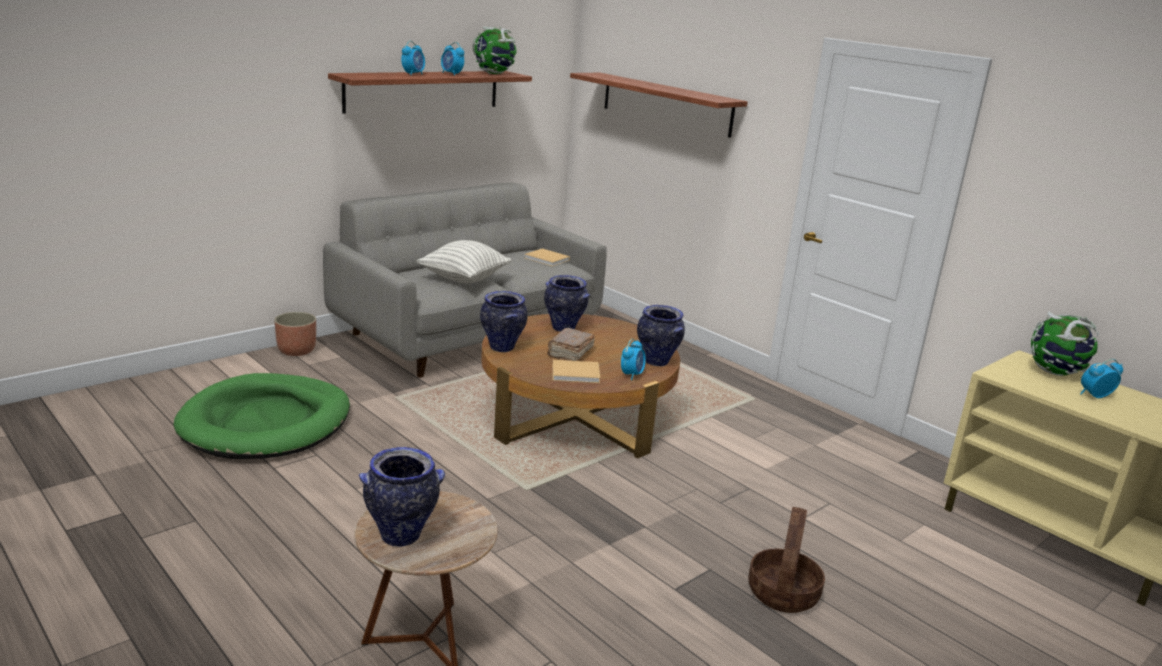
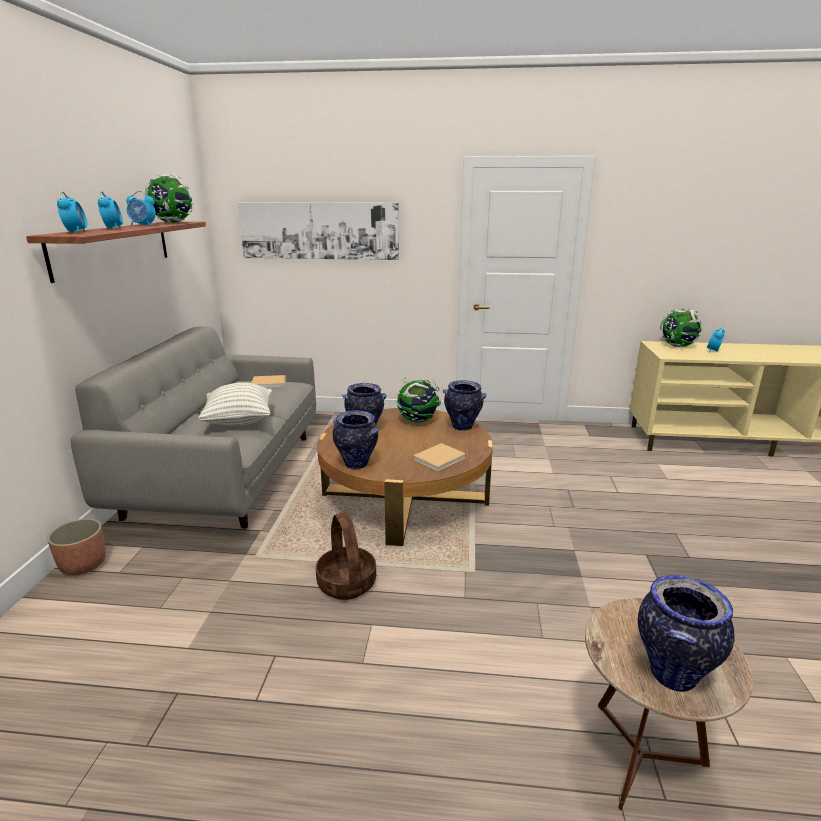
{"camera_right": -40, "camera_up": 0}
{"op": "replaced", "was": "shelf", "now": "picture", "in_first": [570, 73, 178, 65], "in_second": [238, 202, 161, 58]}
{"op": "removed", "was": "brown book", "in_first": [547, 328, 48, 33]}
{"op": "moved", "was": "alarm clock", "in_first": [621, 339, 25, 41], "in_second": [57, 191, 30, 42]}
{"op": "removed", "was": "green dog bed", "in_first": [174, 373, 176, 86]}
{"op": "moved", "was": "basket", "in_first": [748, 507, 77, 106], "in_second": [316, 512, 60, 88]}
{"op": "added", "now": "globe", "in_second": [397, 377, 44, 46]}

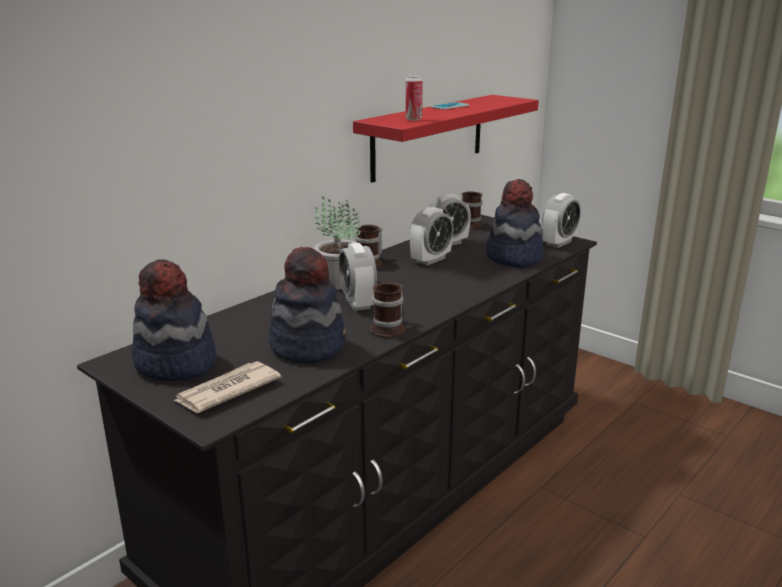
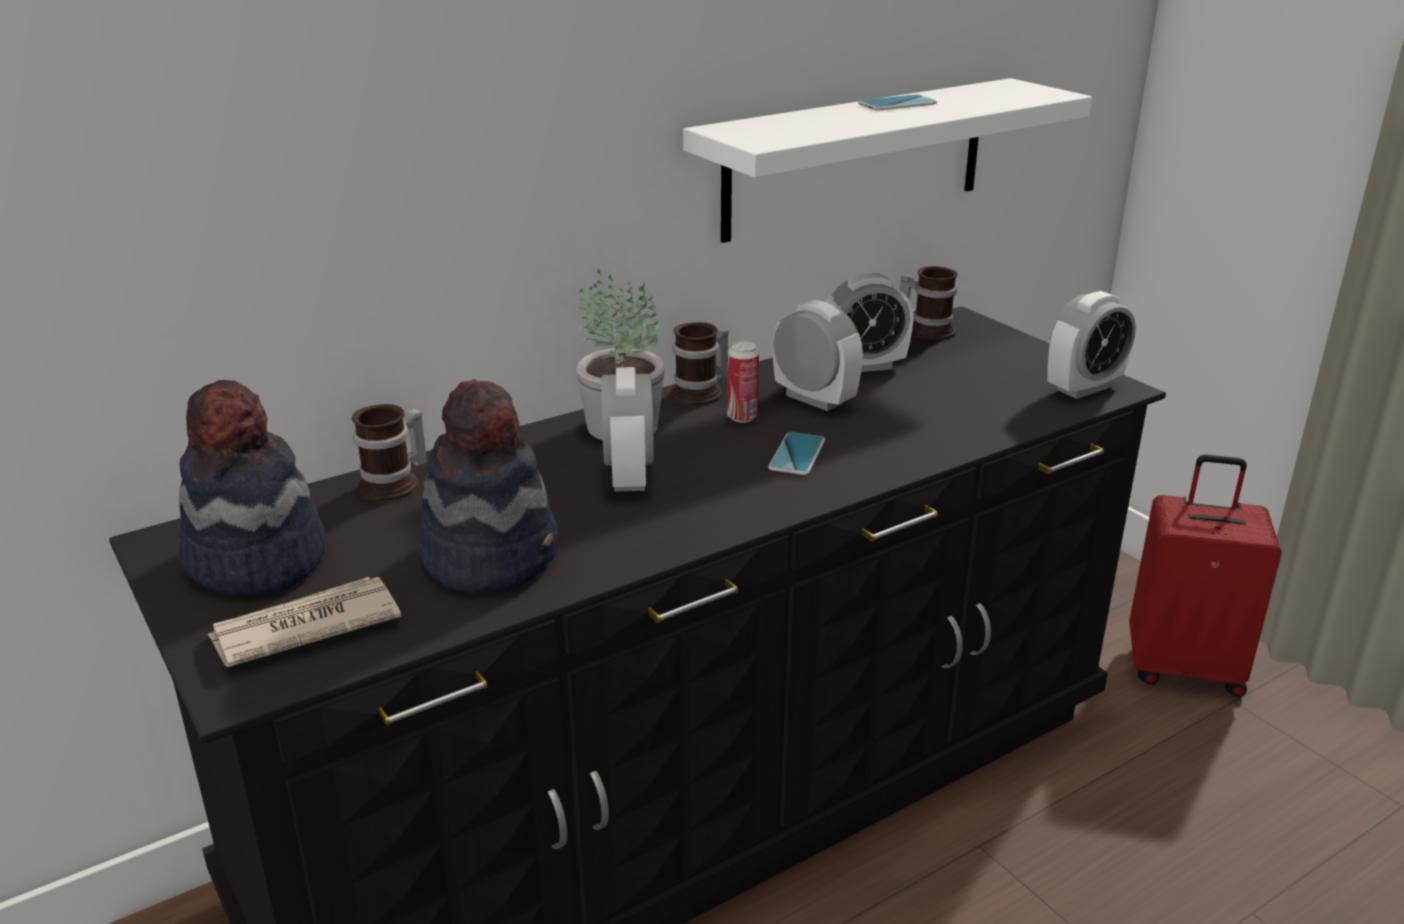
{"camera_right": 15, "camera_up": 5}
{"op": "moved", "was": "can", "in_first": [405, 75, 18, 46], "in_second": [727, 341, 32, 82]}
{"op": "recoloured", "was": "red shelf", "now": "white shelf", "in_first": [353, 95, 186, 88], "in_second": [683, 78, 409, 165]}
{"op": "removed", "was": "hat", "in_first": [486, 179, 58, 89]}
{"op": "turned", "was": "alarm clock", "in_first": [410, 207, 43, 59], "in_second": [773, 300, 90, 111], "clockwise": -105}
{"op": "moved", "was": "mug", "in_first": [370, 282, 35, 56], "in_second": [352, 404, 75, 97]}
{"op": "added", "now": "phone", "in_second": [768, 432, 57, 43]}
{"op": "added", "now": "red suitcase", "in_second": [1129, 454, 153, 243]}

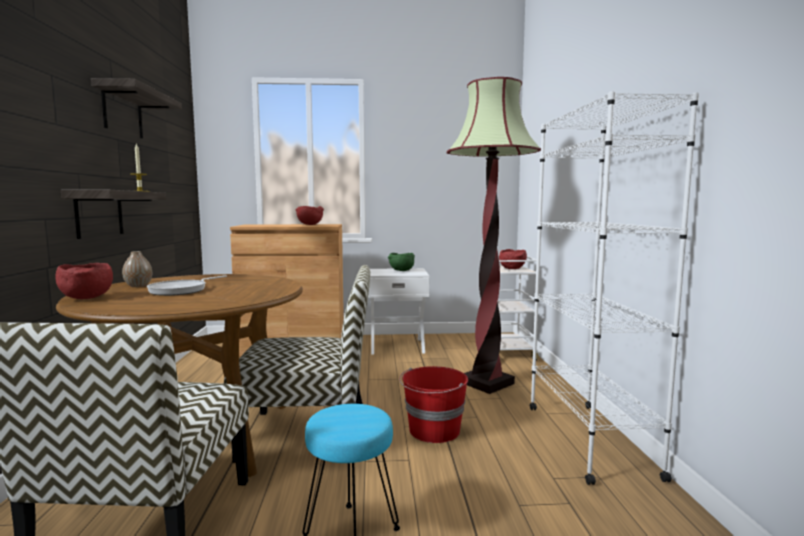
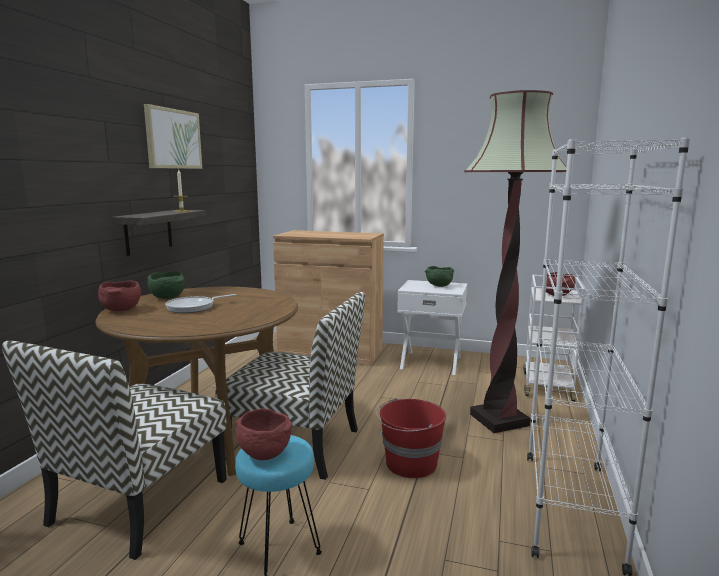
{"camera_right": 20, "camera_up": 5}
{"op": "replaced", "was": "shelf", "now": "picture", "in_first": [91, 78, 91, 61], "in_second": [144, 104, 58, 65]}
{"op": "moved", "was": "red bowl", "in_first": [296, 206, 28, 19], "in_second": [236, 408, 56, 52]}
{"op": "replaced", "was": "vase", "now": "green bowl", "in_first": [122, 251, 30, 36], "in_second": [147, 271, 38, 28]}

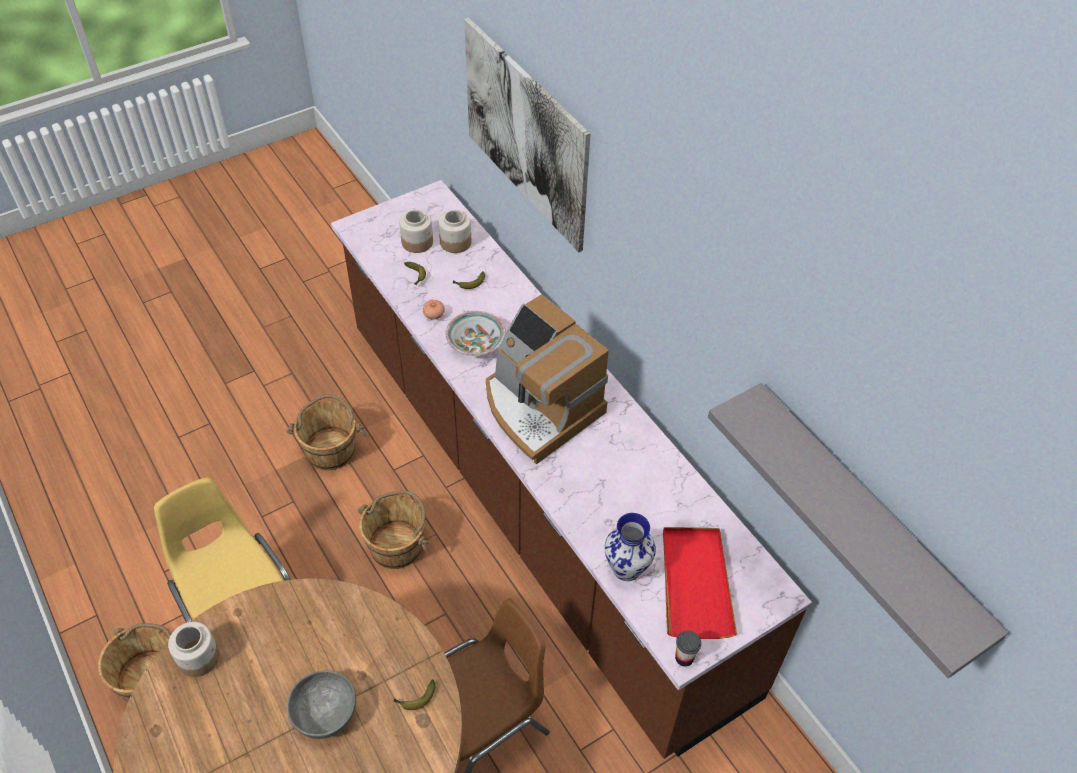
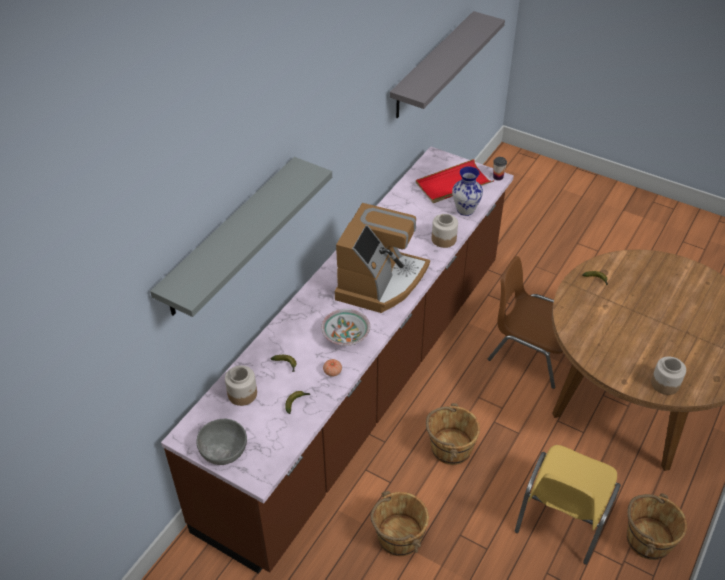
{"camera_right": -115, "camera_up": -5}
{"op": "replaced", "was": "picture", "now": "grey shelf", "in_first": [464, 18, 127, 235], "in_second": [150, 157, 182, 160]}
{"op": "moved", "was": "jar", "in_first": [399, 210, 34, 43], "in_second": [432, 214, 26, 34]}
{"op": "moved", "was": "grey bowl", "in_first": [287, 670, 69, 69], "in_second": [197, 419, 50, 46]}

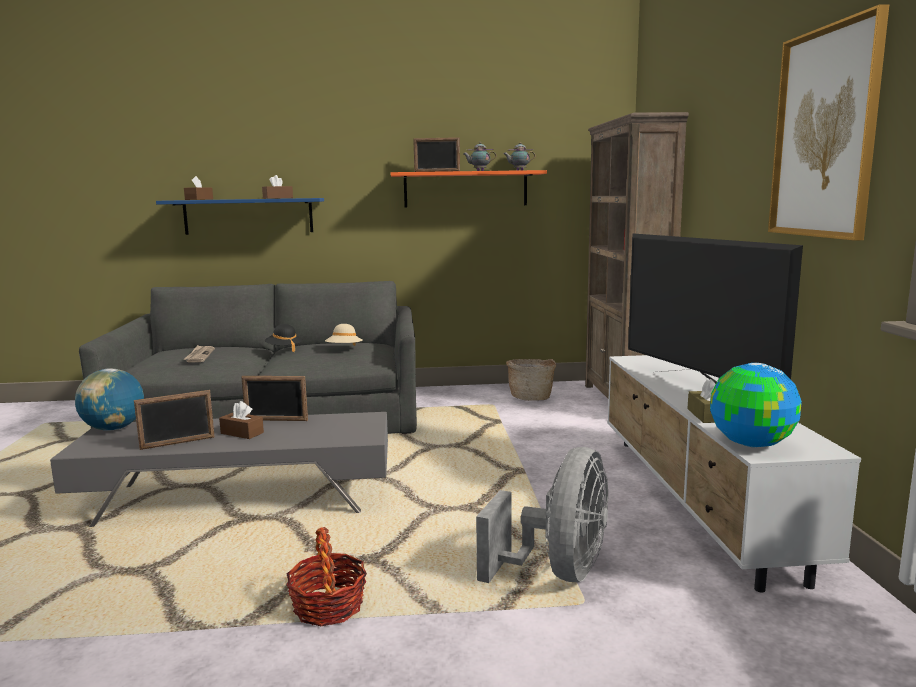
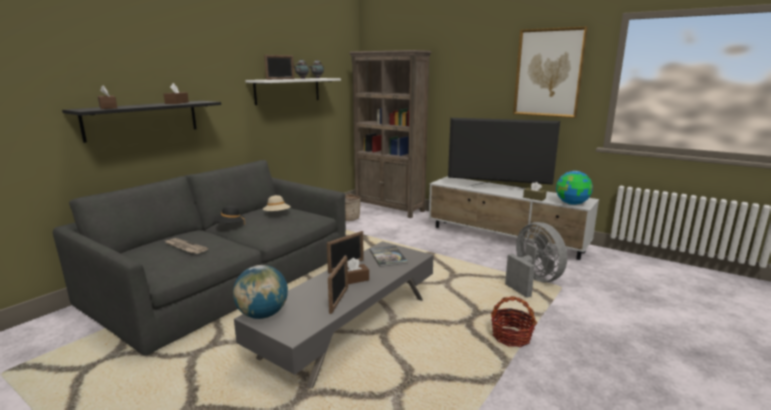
{"camera_right": -50, "camera_up": 5}
{"op": "recoloured", "was": "orange shelf", "now": "white shelf", "in_first": [391, 170, 156, 37], "in_second": [245, 78, 96, 27]}
{"op": "recoloured", "was": "blue shelf", "now": "black shelf", "in_first": [156, 198, 168, 37], "in_second": [62, 101, 159, 42]}
{"op": "added", "now": "book", "in_second": [370, 246, 38, 21]}

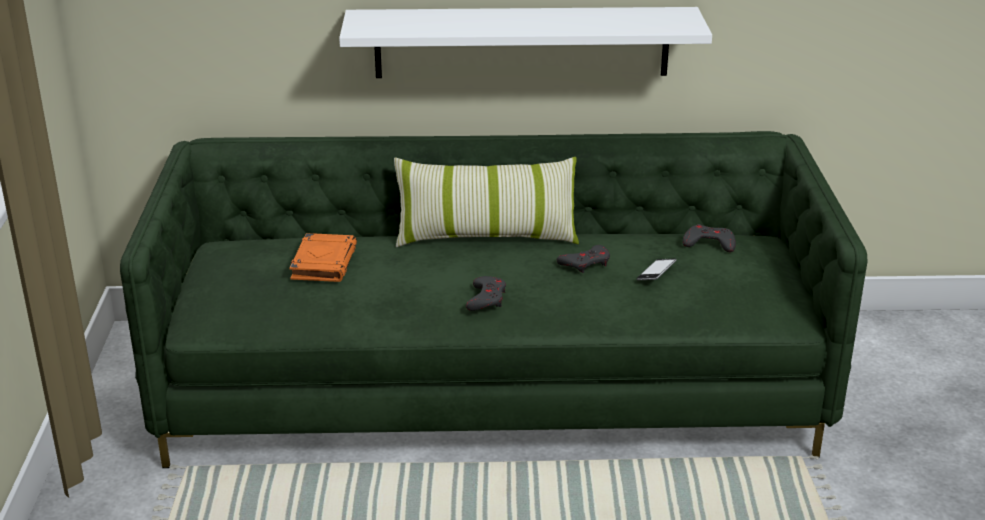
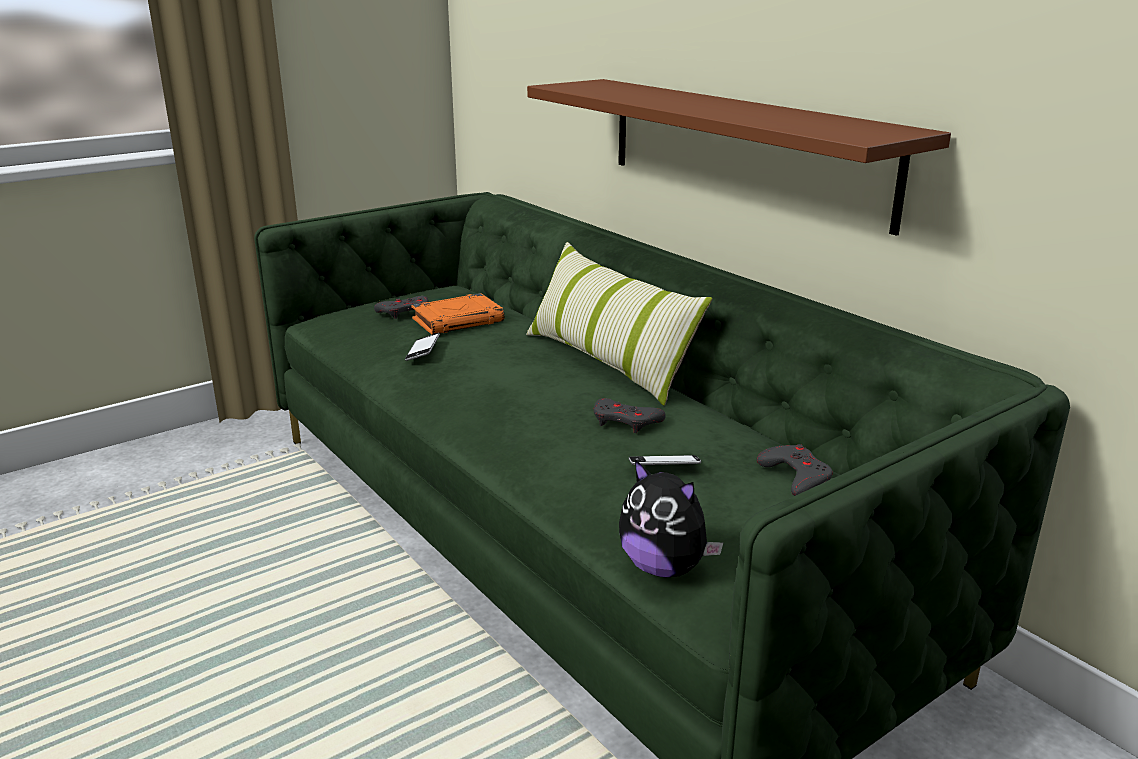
{"camera_right": 55, "camera_up": -5}
{"op": "recoloured", "was": "white shelf", "now": "brown shelf", "in_first": [339, 7, 373, 71], "in_second": [527, 79, 424, 157]}
{"op": "moved", "was": "grey game controller", "in_first": [466, 276, 40, 35], "in_second": [374, 296, 55, 23]}
{"op": "added", "now": "phone", "in_second": [405, 333, 35, 28]}
{"op": "added", "now": "plush toy", "in_second": [619, 459, 105, 118]}

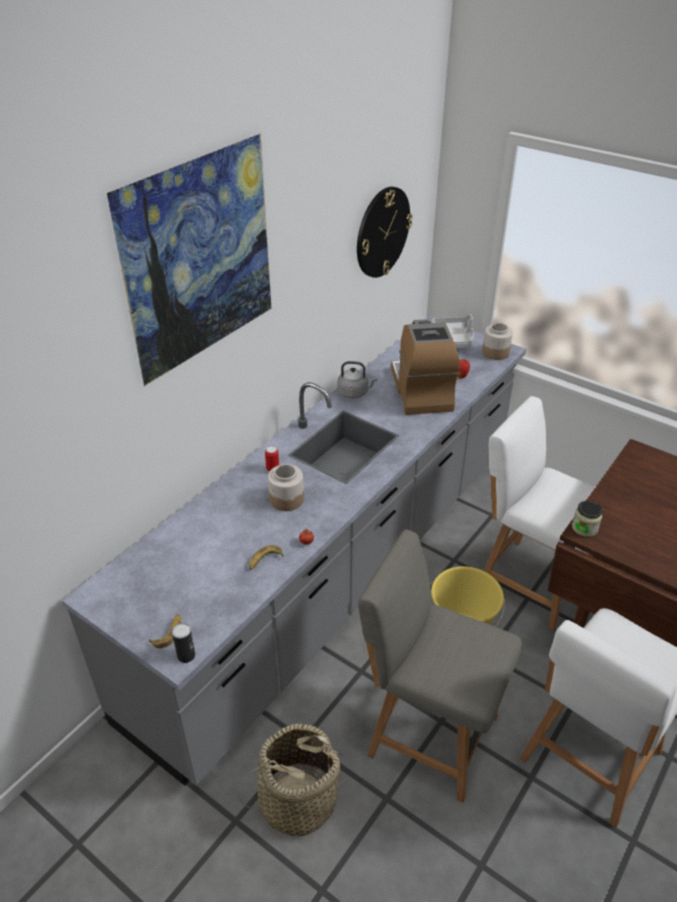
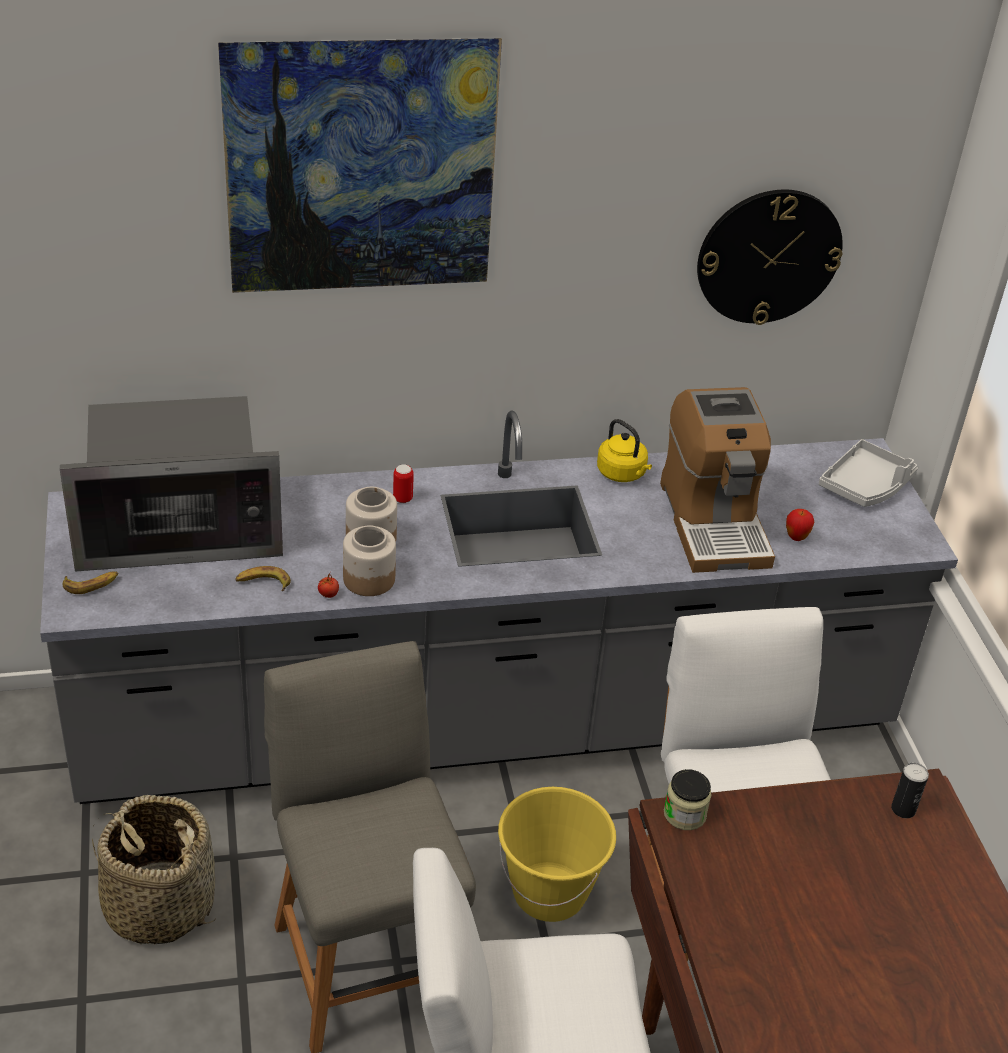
{"camera_right": 40, "camera_up": 0}
{"op": "turned", "was": "coffee machine", "in_first": [391, 319, 69, 96], "in_second": [660, 387, 115, 186], "clockwise": 135}
{"op": "moved", "was": "jar", "in_first": [482, 323, 31, 37], "in_second": [343, 525, 53, 71]}
{"op": "recoloured", "was": "grey kettle", "now": "yellow kettle", "in_first": [338, 361, 39, 37], "in_second": [597, 419, 55, 63]}
{"op": "moved", "was": "can", "in_first": [172, 623, 23, 40], "in_second": [891, 763, 38, 55]}
{"op": "added", "now": "microwave", "in_second": [60, 396, 223, 175]}

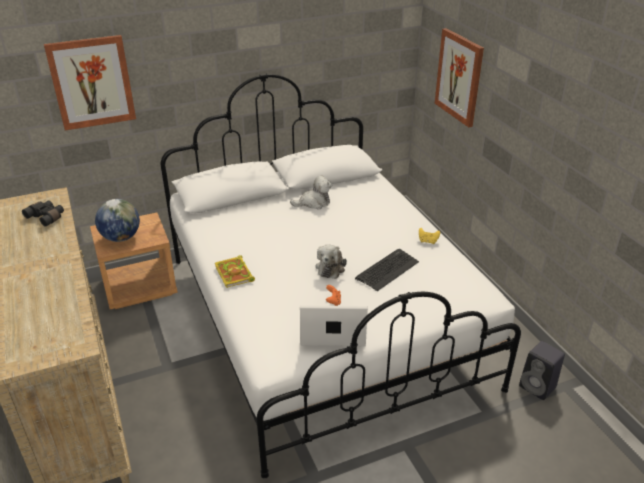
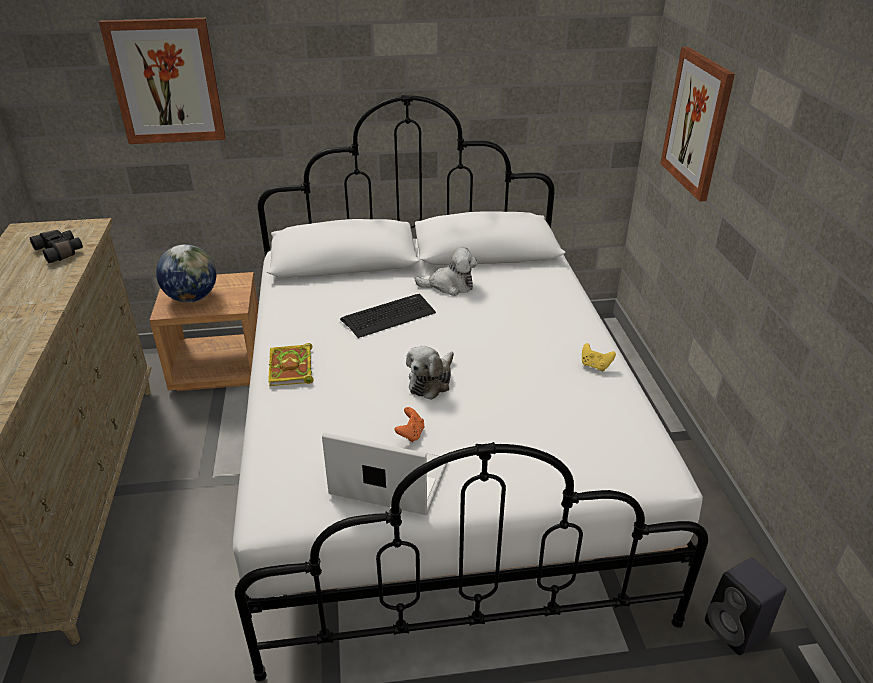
{"camera_right": 15, "camera_up": 0}
{"op": "moved", "was": "keyboard", "in_first": [355, 249, 64, 42], "in_second": [340, 294, 96, 44]}

